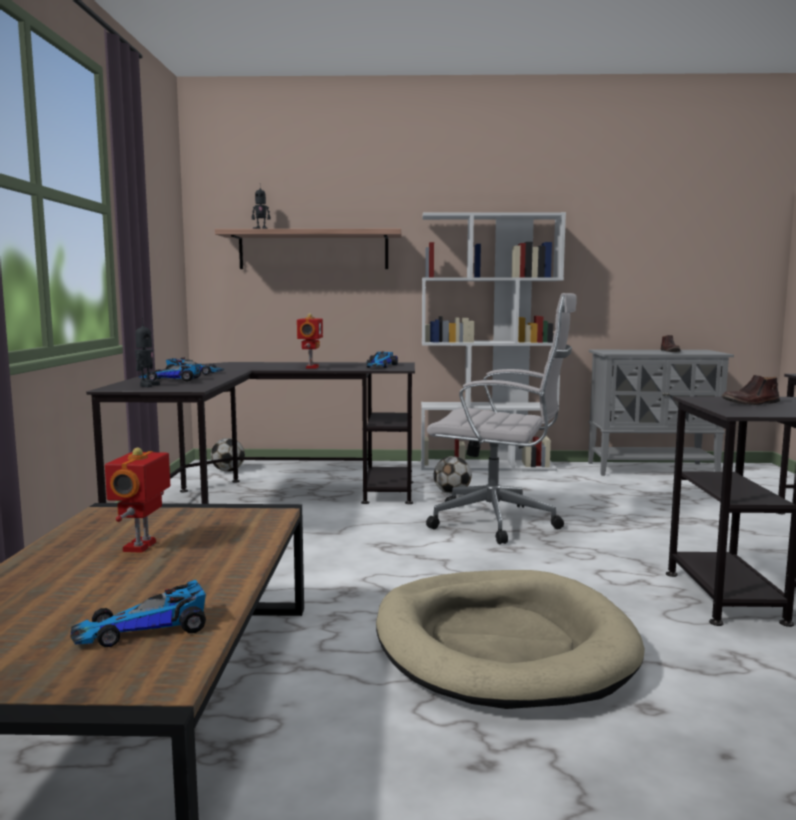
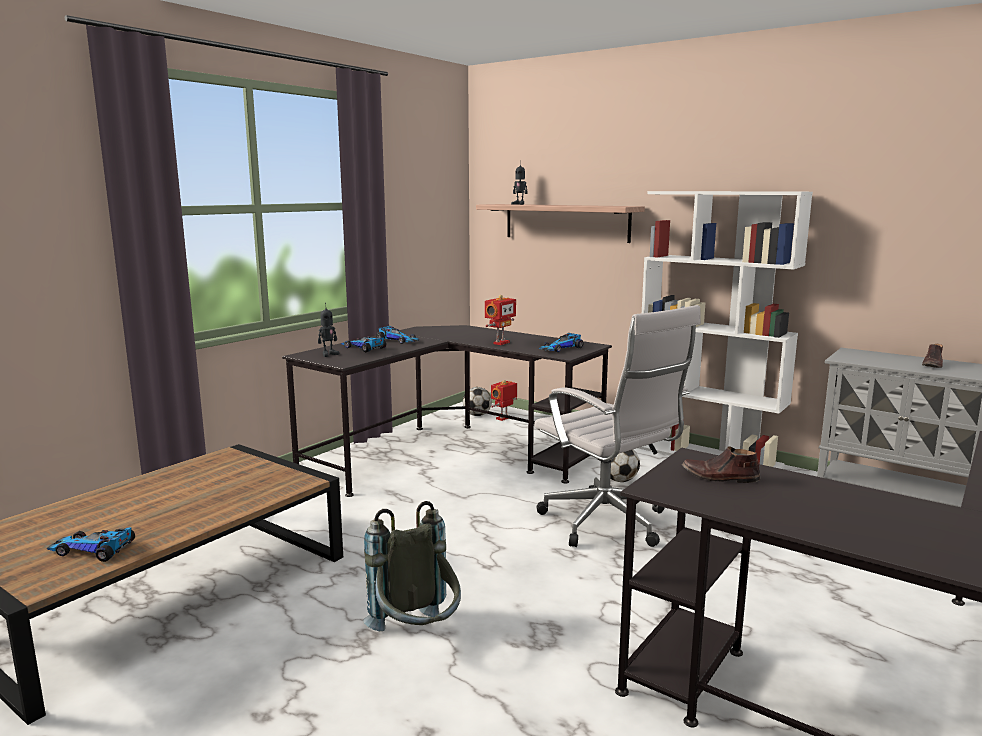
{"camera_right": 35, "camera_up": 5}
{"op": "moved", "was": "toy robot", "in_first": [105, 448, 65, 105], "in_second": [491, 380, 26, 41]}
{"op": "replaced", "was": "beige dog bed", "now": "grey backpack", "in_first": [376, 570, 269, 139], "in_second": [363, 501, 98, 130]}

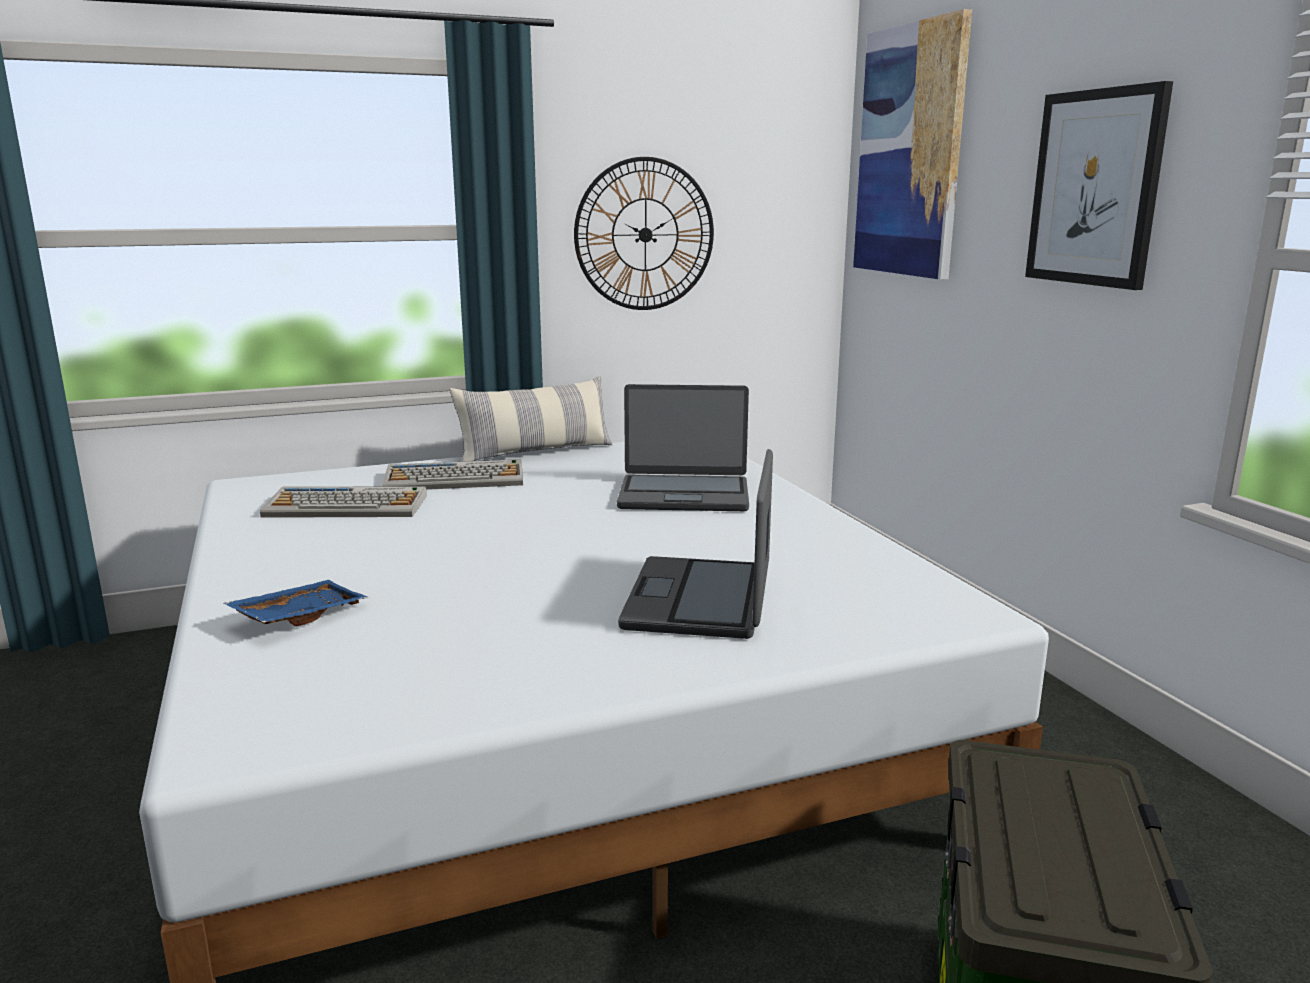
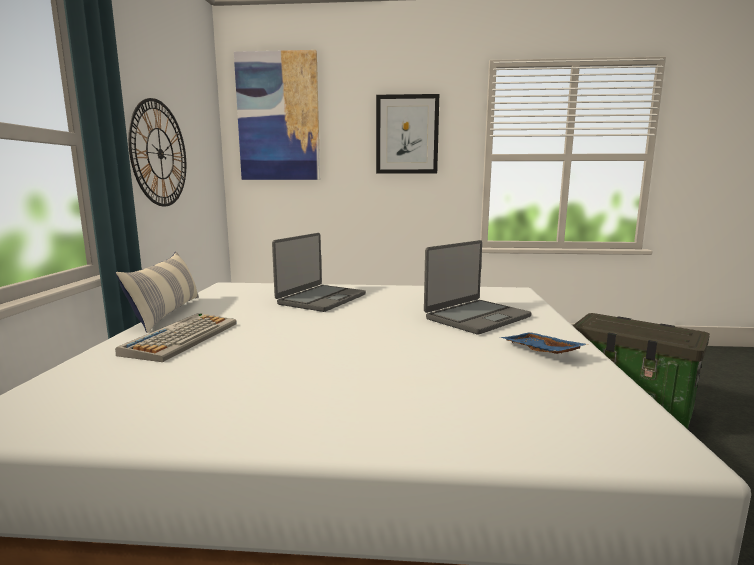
{"camera_right": -65, "camera_up": -5}
{"op": "turned", "was": "laptop", "in_first": [618, 449, 155, 190], "in_second": [424, 240, 108, 95], "clockwise": -75}
{"op": "removed", "was": "keyboard", "in_first": [260, 486, 167, 32]}
{"op": "moved", "was": "blue tray", "in_first": [224, 580, 145, 46], "in_second": [500, 332, 89, 22]}

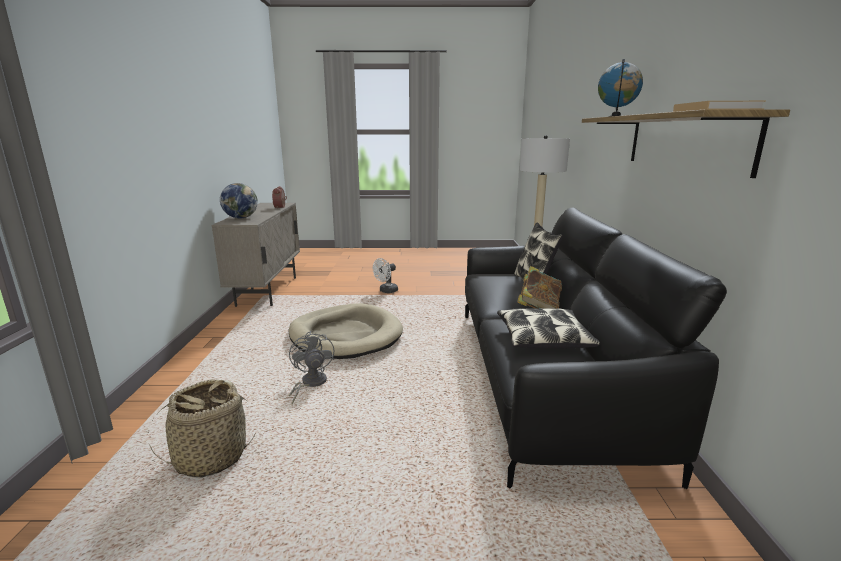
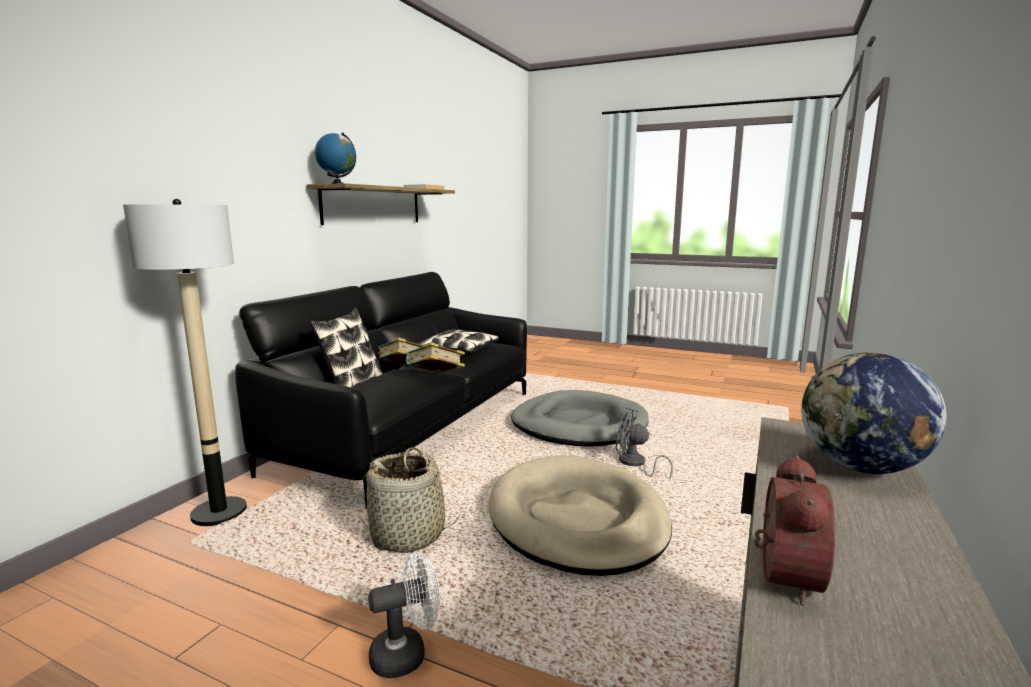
{"camera_right": -155, "camera_up": -5}
{"op": "turned", "was": "grey fan", "in_first": [289, 331, 45, 74], "in_second": [616, 407, 57, 72], "clockwise": 105}
{"op": "moved", "was": "basket", "in_first": [148, 379, 108, 99], "in_second": [361, 447, 100, 106]}
{"op": "added", "now": "book", "in_second": [405, 342, 60, 31]}
{"op": "added", "now": "grey dog bed", "in_second": [511, 390, 138, 57]}

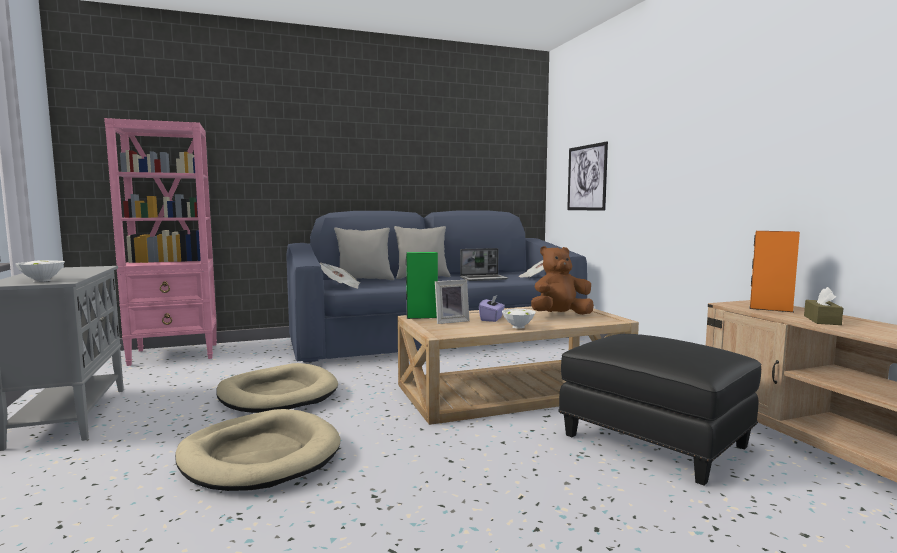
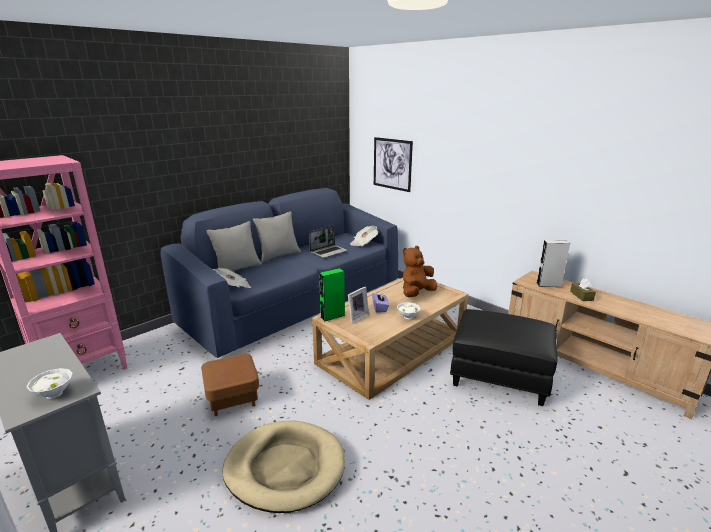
{"camera_right": -25, "camera_up": 15}
{"op": "recoloured", "was": "orange speaker", "now": "grey speaker", "in_first": [749, 231, 51, 81], "in_second": [537, 240, 33, 47]}
{"op": "replaced", "was": "beige dog bed", "now": "brown ottoman", "in_first": [216, 363, 122, 50], "in_second": [201, 354, 58, 62]}

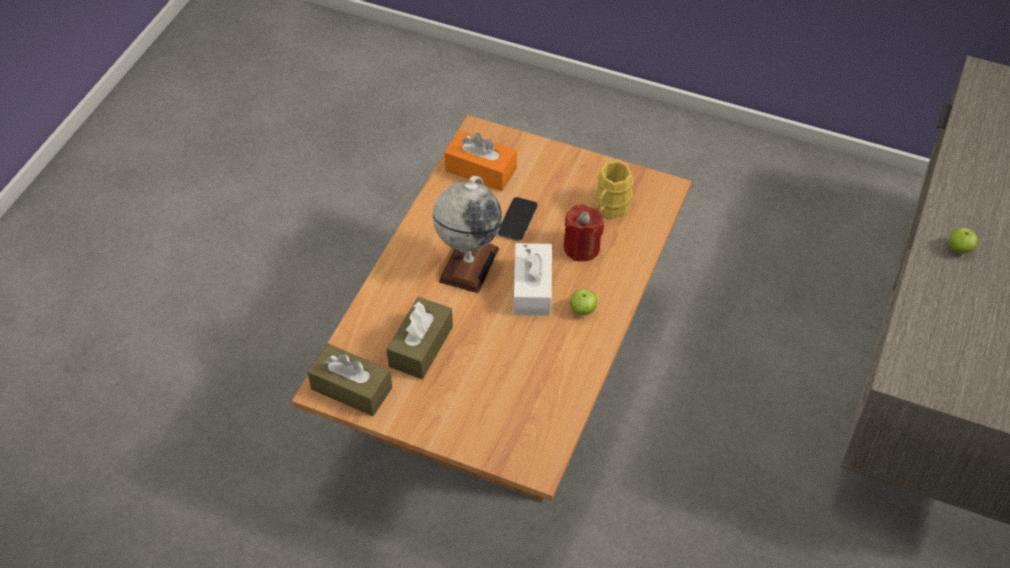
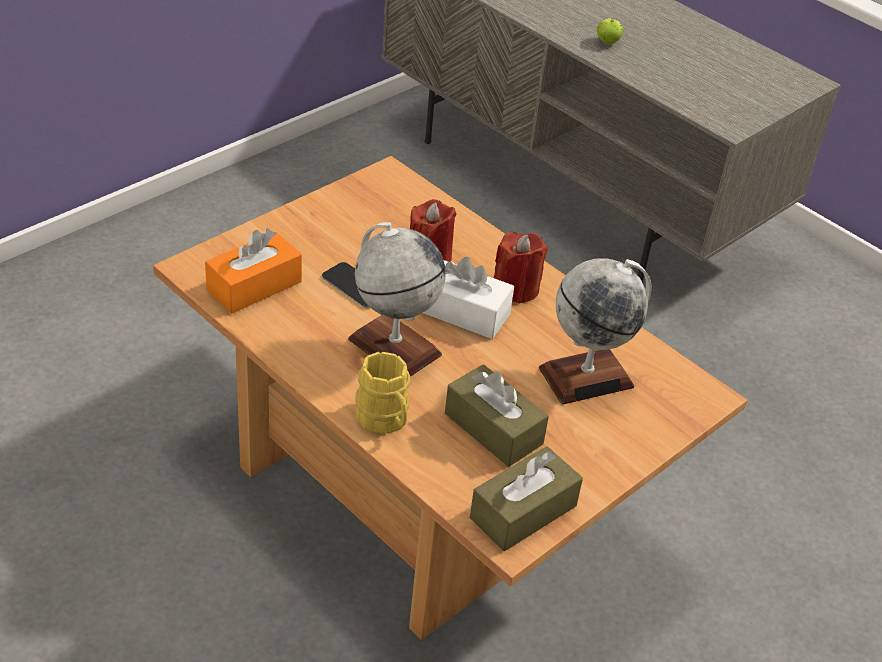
{"camera_right": -70, "camera_up": -10}
{"op": "moved", "was": "yellow mug", "in_first": [595, 161, 39, 58], "in_second": [355, 352, 55, 82]}
{"op": "replaced", "was": "apple", "now": "red candle", "in_first": [570, 289, 28, 26], "in_second": [493, 232, 55, 72]}
{"op": "added", "now": "globe", "in_second": [539, 258, 113, 146]}

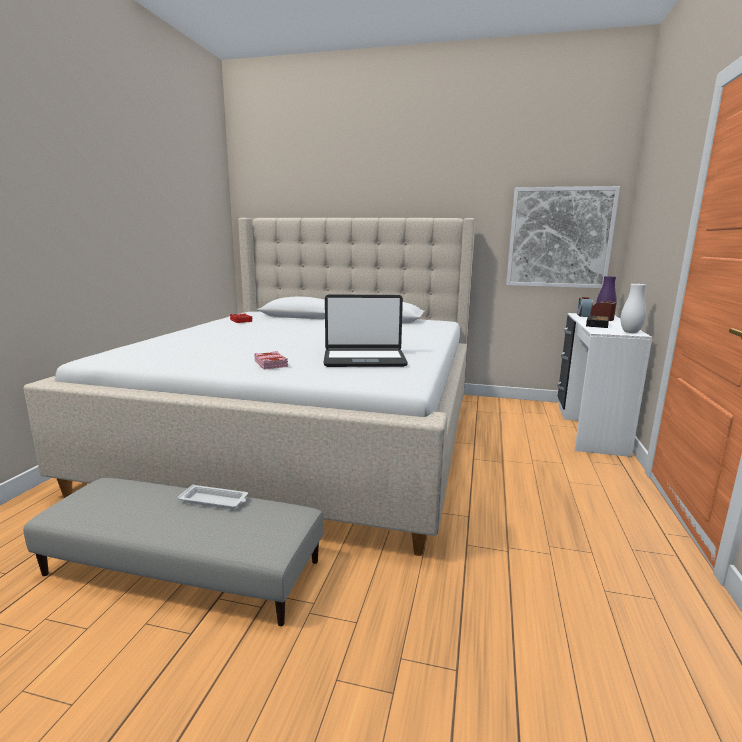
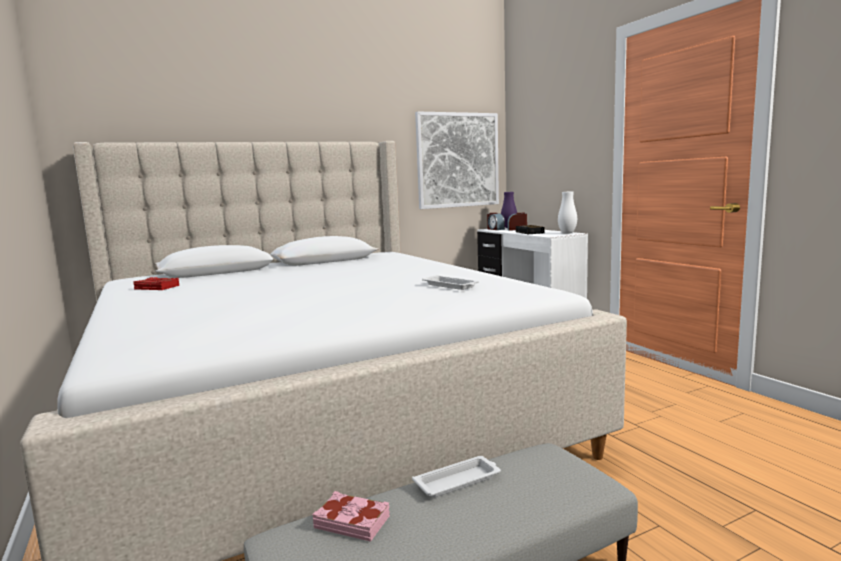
{"camera_right": -40, "camera_up": -5}
{"op": "replaced", "was": "laptop", "now": "white tray", "in_first": [323, 294, 85, 73], "in_second": [422, 275, 57, 15]}
{"op": "moved", "was": "pink book", "in_first": [254, 351, 34, 18], "in_second": [312, 491, 78, 51]}

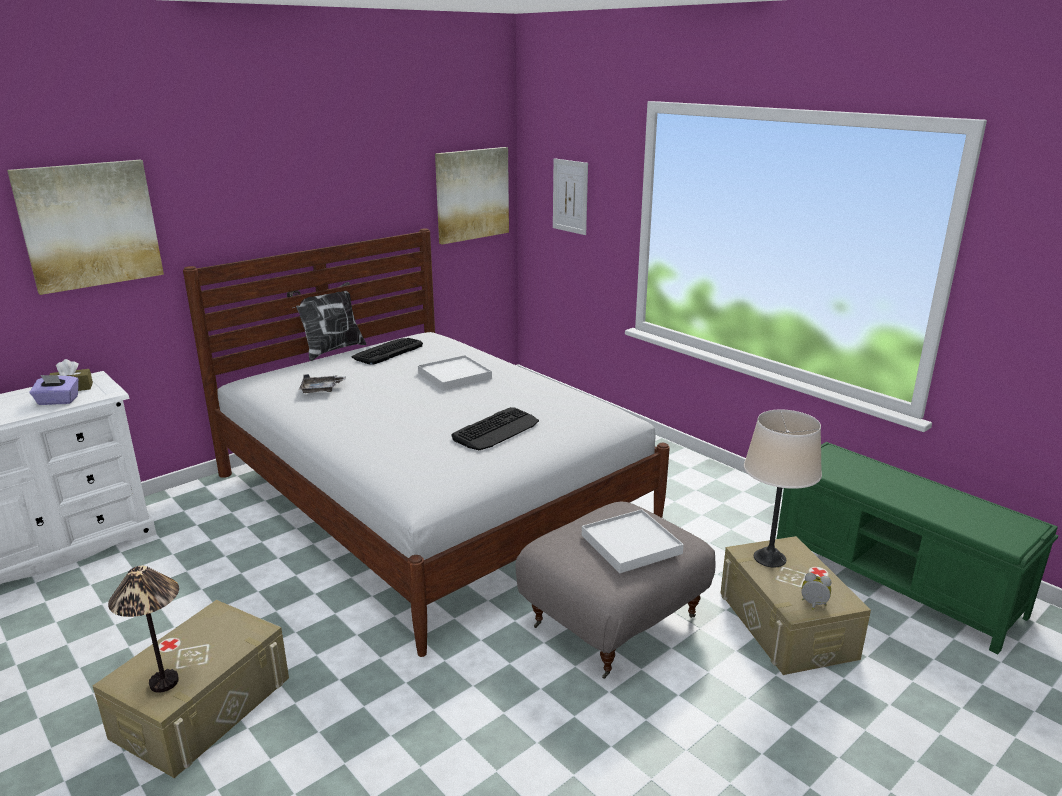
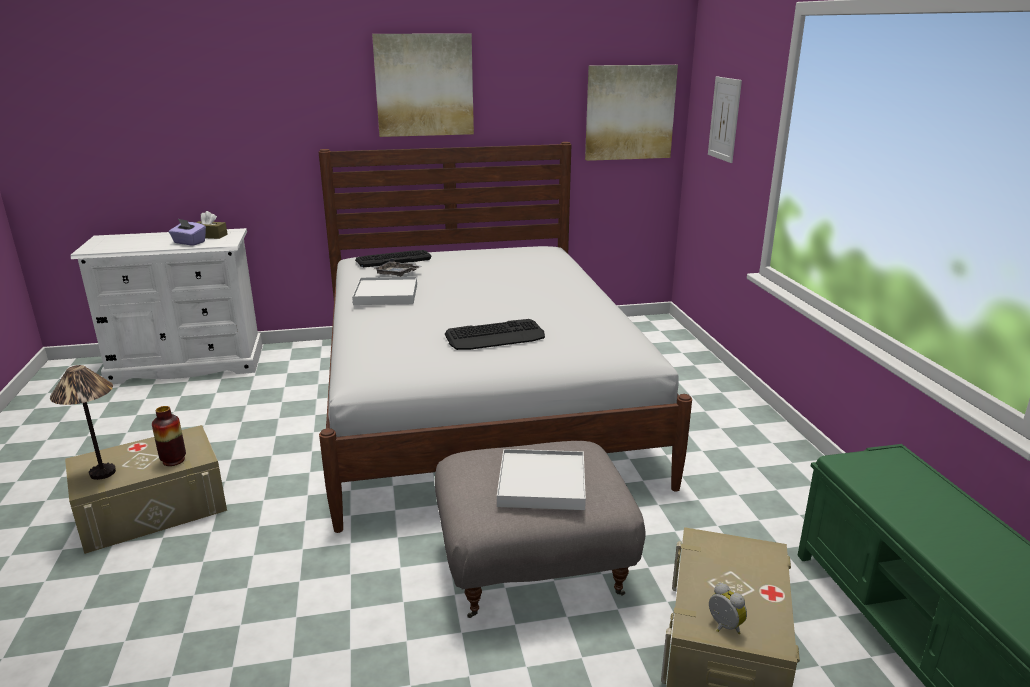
{"camera_right": 30, "camera_up": 0}
{"op": "moved", "was": "picture", "in_first": [7, 160, 157, 135], "in_second": [372, 33, 102, 104]}
{"op": "removed", "was": "pillow", "in_first": [287, 282, 80, 79]}
{"op": "moved", "was": "keyboard", "in_first": [351, 338, 72, 27], "in_second": [355, 250, 77, 17]}
{"op": "moved", "was": "white tray", "in_first": [418, 355, 74, 36], "in_second": [352, 276, 65, 29]}
{"op": "removed", "was": "beige table lamp", "in_first": [744, 410, 78, 157]}
{"op": "added", "now": "vase", "in_second": [152, 406, 34, 60]}

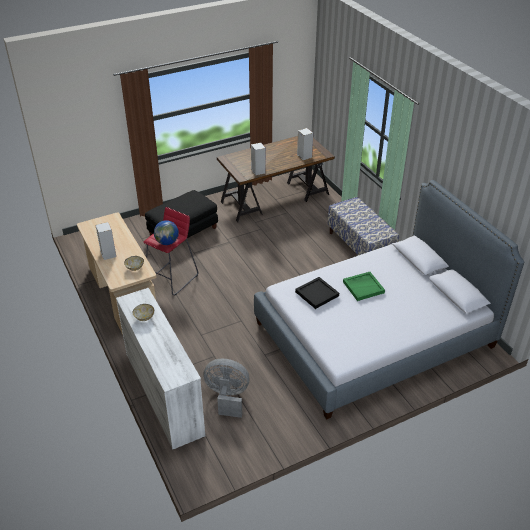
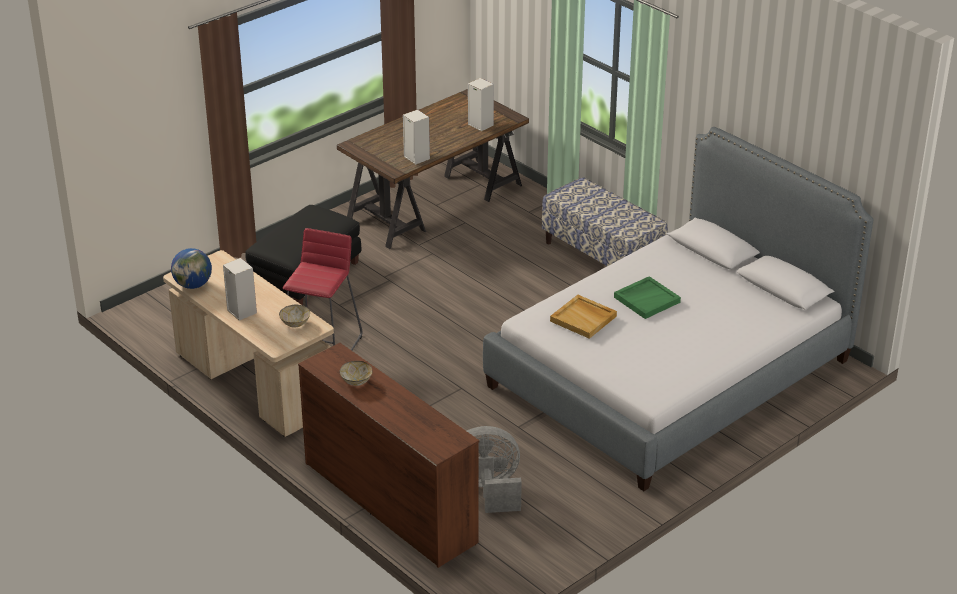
{"camera_right": -15, "camera_up": -5}
{"op": "moved", "was": "globe", "in_first": [154, 220, 25, 25], "in_second": [171, 248, 41, 41]}
{"op": "recoloured", "was": "black tray", "now": "beige tray", "in_first": [295, 277, 44, 32], "in_second": [550, 295, 67, 44]}
{"op": "recoloured", "was": "white dresser", "now": "brown dresser", "in_first": [116, 288, 89, 162], "in_second": [298, 343, 181, 225]}

